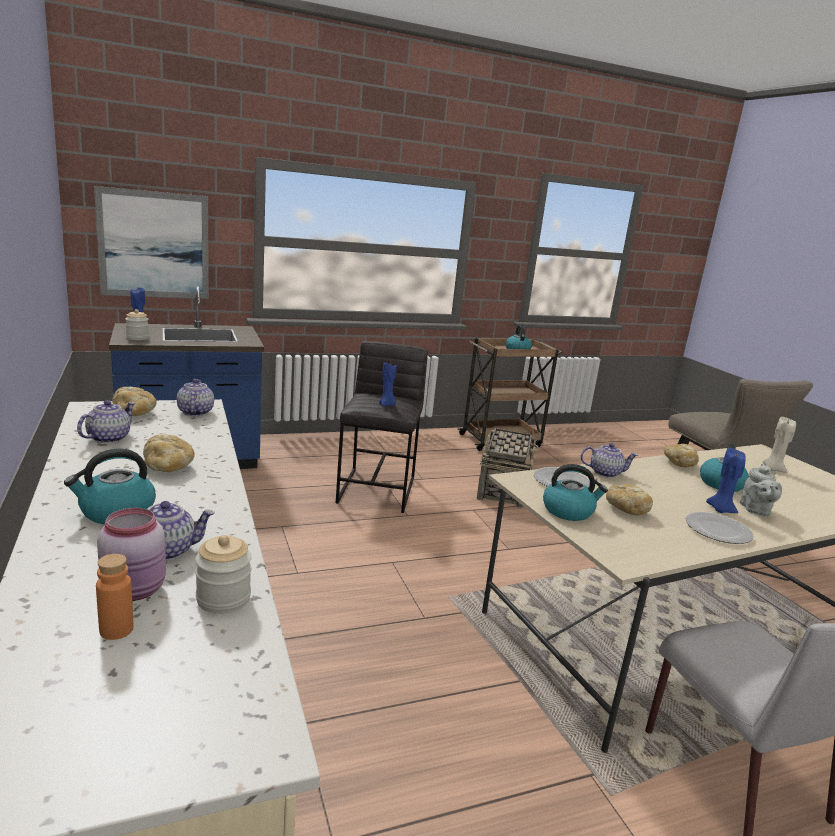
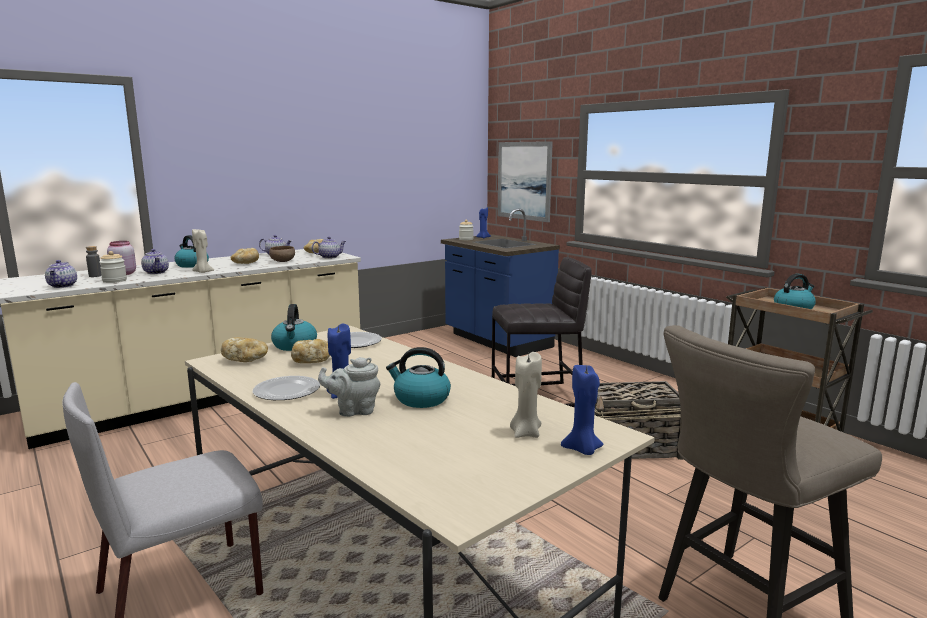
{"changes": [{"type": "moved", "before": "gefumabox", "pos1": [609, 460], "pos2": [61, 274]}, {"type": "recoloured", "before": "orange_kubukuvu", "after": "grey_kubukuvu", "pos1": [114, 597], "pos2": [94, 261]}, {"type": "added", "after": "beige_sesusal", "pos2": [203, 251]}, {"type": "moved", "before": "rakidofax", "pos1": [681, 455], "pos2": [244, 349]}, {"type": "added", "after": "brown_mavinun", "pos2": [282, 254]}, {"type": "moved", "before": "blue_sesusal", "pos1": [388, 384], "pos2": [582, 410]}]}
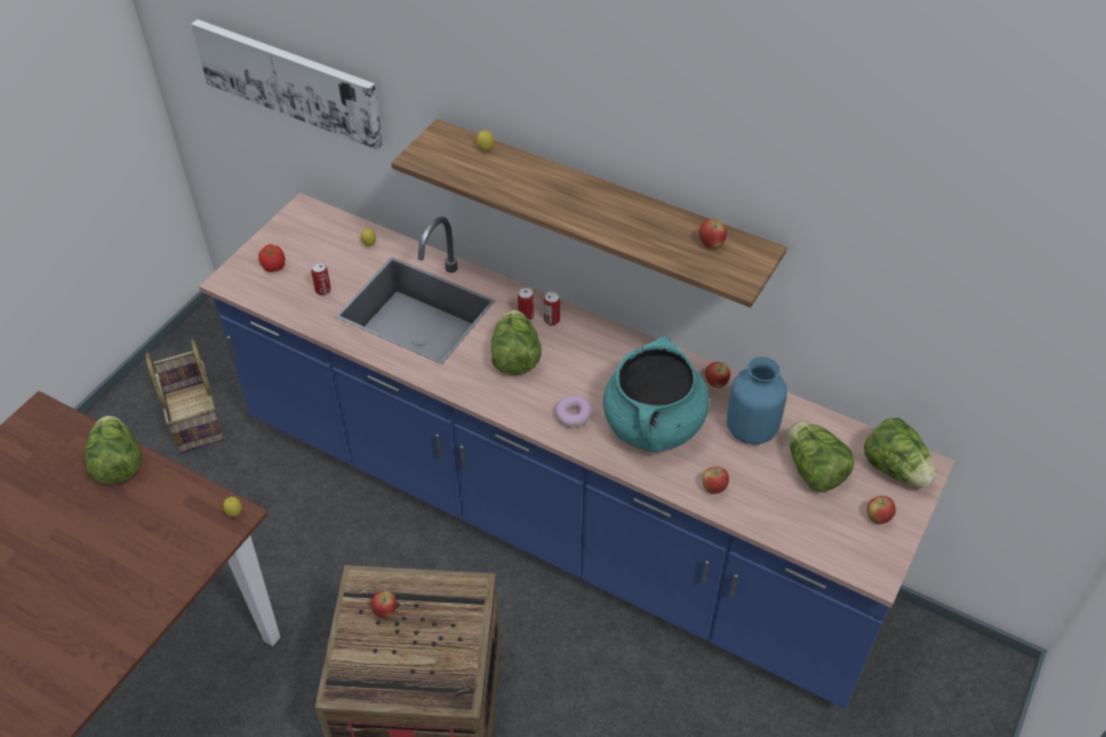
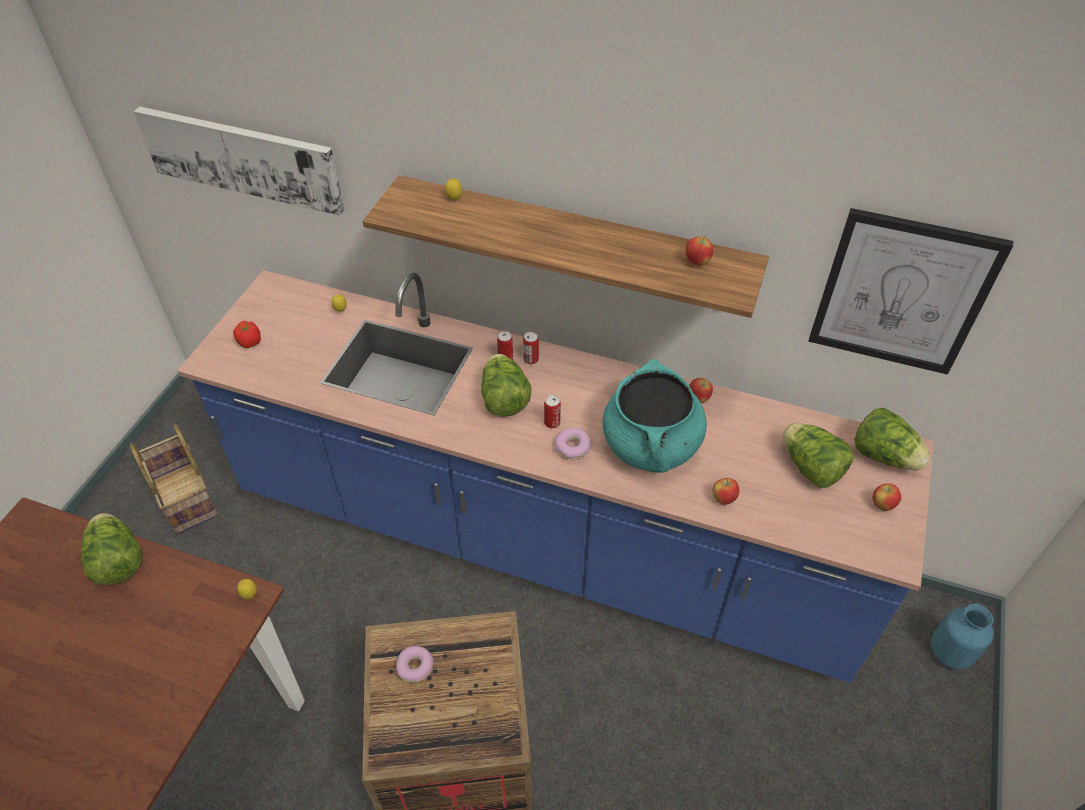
{"changes": [{"type": "replaced", "before": "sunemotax", "after": "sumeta", "pos1": [384, 604], "pos2": [415, 664]}, {"type": "moved", "before": "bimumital", "pos1": [321, 278], "pos2": [552, 411]}, {"type": "added", "after": "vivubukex", "pos2": [910, 291]}, {"type": "moved", "before": "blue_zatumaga", "pos1": [757, 401], "pos2": [962, 636]}]}
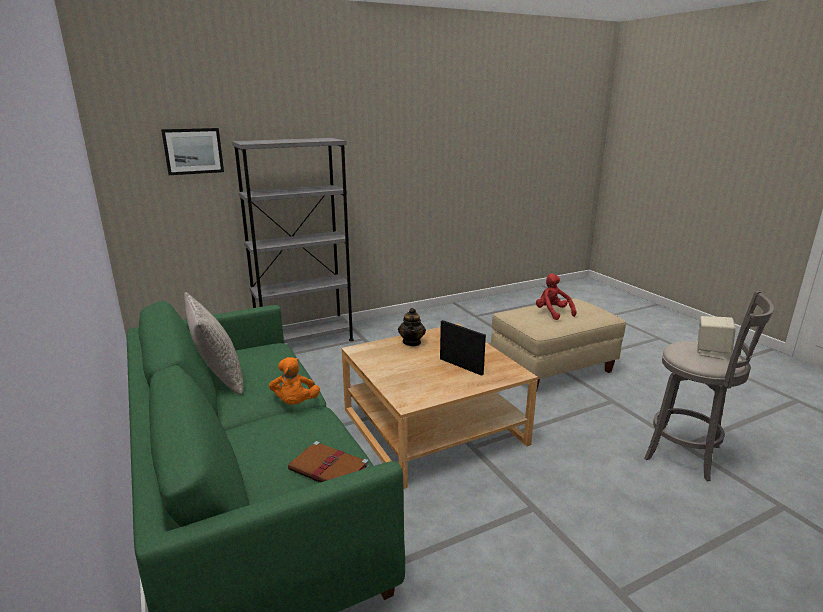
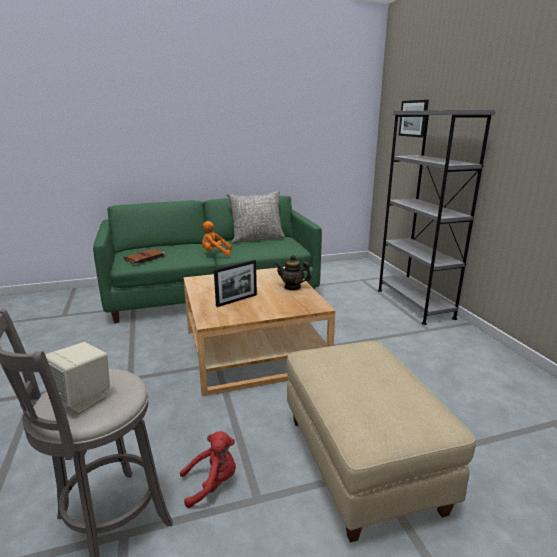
{"changes": [{"type": "moved", "before": "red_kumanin", "pos1": [556, 297], "pos2": [208, 469]}]}
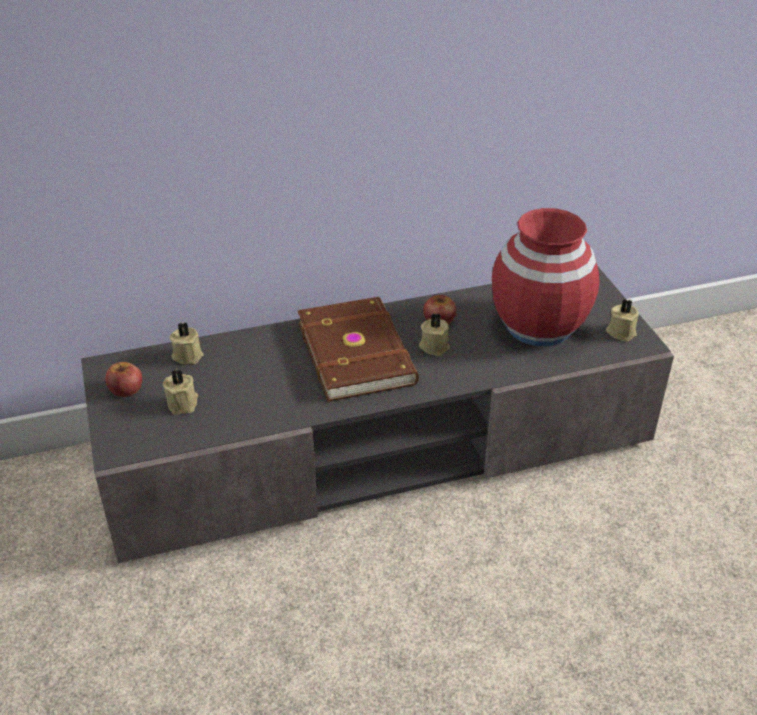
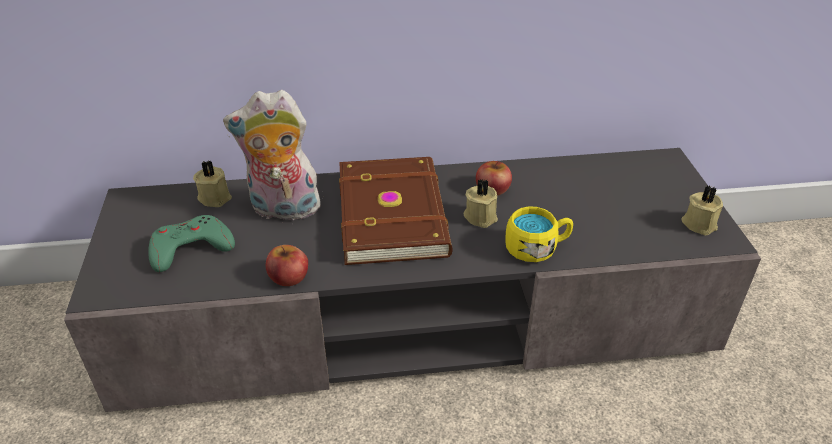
{"changes": [{"type": "replaced", "before": "beige_sesusal", "after": "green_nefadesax", "pos1": [180, 392], "pos2": [191, 243]}, {"type": "added", "after": "kumanin", "pos2": [274, 155]}, {"type": "moved", "before": "sunemotax", "pos1": [123, 379], "pos2": [287, 265]}, {"type": "added", "after": "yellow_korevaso", "pos2": [539, 234]}, {"type": "removed", "before": "red_zatumaga", "pos1": [546, 277]}]}
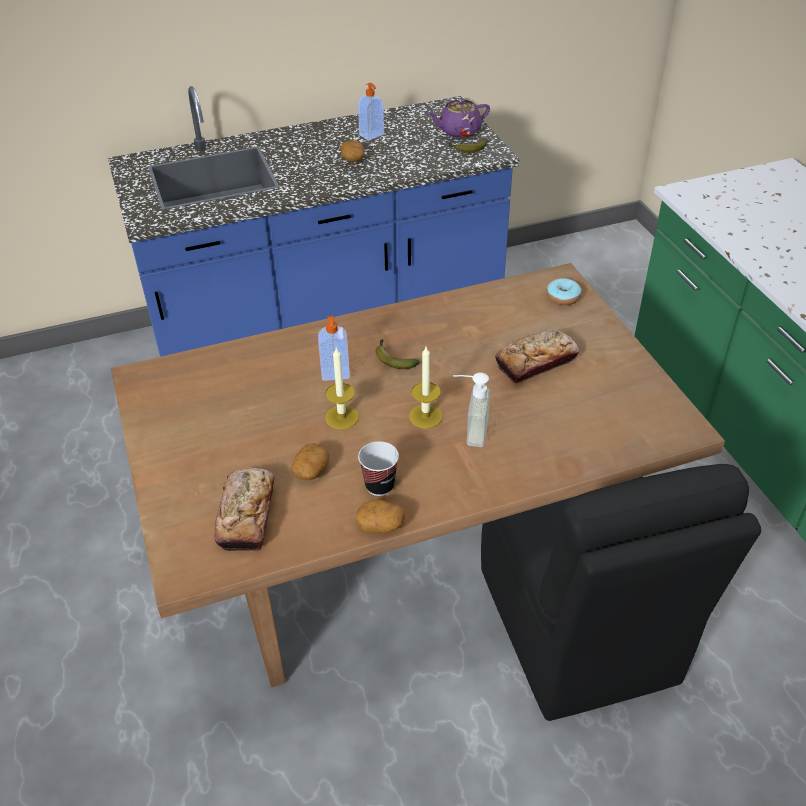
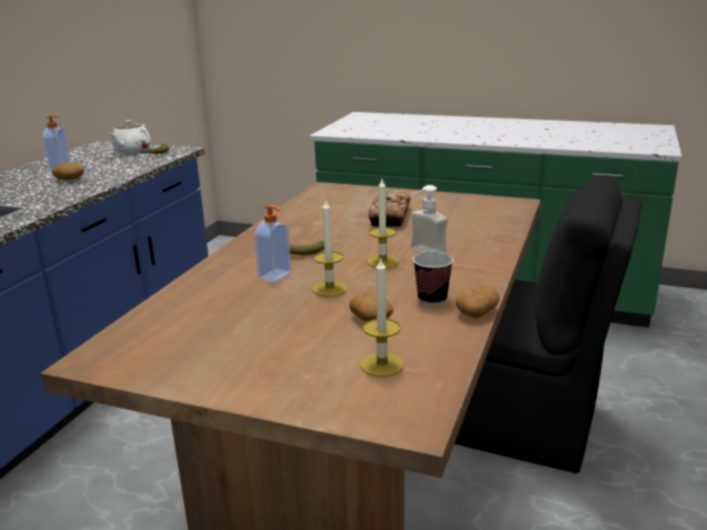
{"changes": [{"type": "recoloured", "before": "purple_gefumabox", "after": "white_gefumabox", "pos1": [458, 118], "pos2": [130, 136]}, {"type": "replaced", "before": "rakidofax", "after": "sesusal", "pos1": [244, 509], "pos2": [382, 316]}, {"type": "removed", "before": "sumeta", "pos1": [564, 291]}]}
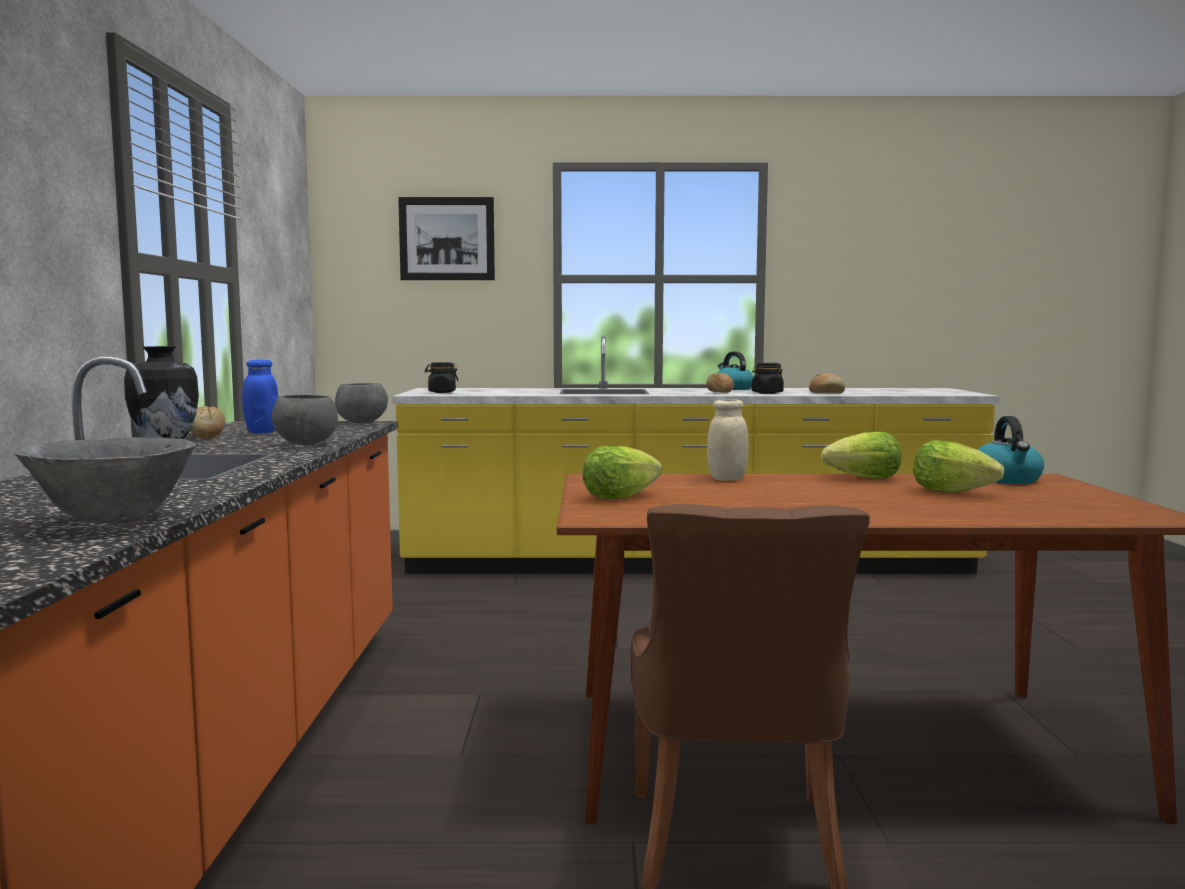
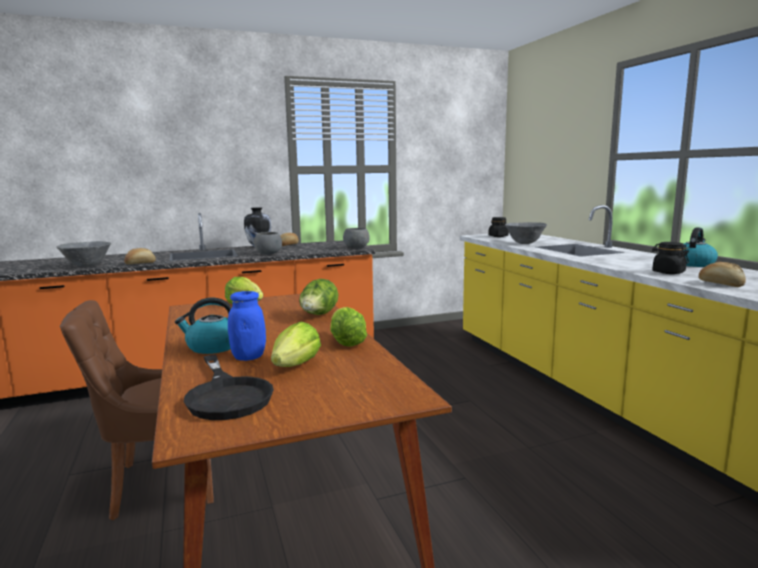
{"changes": [{"type": "moved", "before": "rakidofax", "pos1": [720, 383], "pos2": [140, 256]}, {"type": "moved", "before": "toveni", "pos1": [1010, 450], "pos2": [203, 326]}, {"type": "added", "after": "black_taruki", "pos2": [229, 387]}, {"type": "moved", "before": "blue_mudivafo", "pos1": [260, 396], "pos2": [247, 326]}, {"type": "replaced", "before": "beige_mudivafo", "after": "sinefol", "pos1": [728, 440], "pos2": [318, 297]}, {"type": "added", "after": "grey_mavinun", "pos2": [526, 233]}, {"type": "removed", "before": "vivubukex", "pos1": [446, 238]}]}
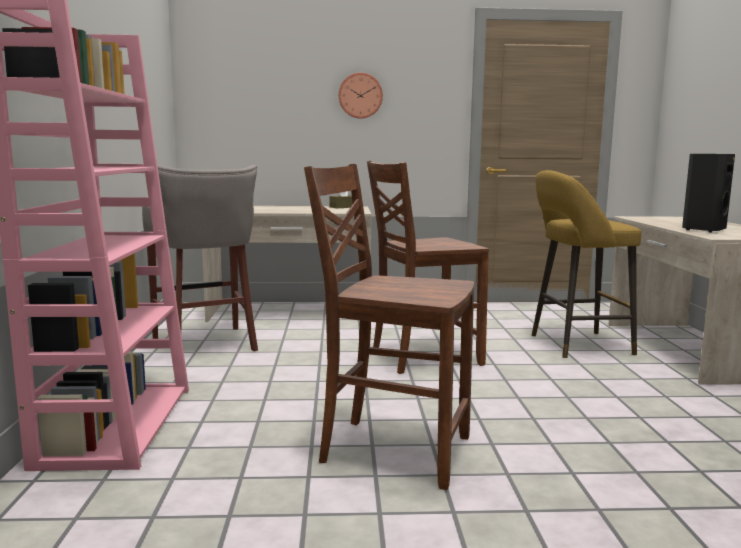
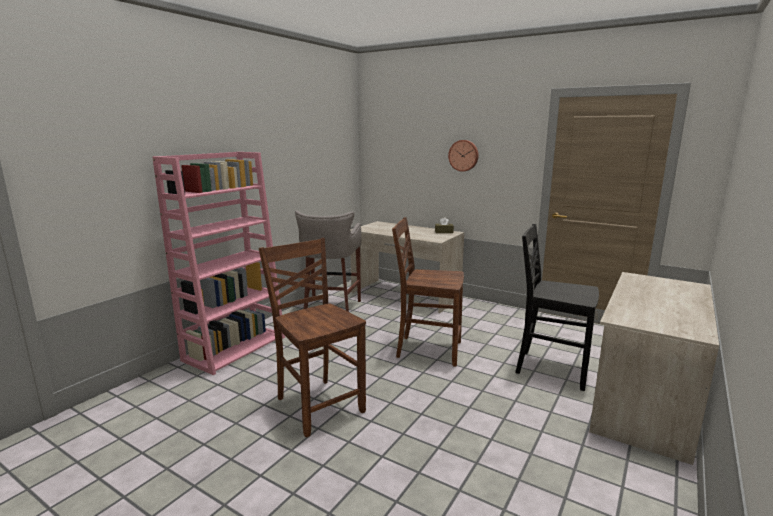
{"changes": [{"type": "replaced", "before": "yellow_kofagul", "after": "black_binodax", "pos1": [586, 264], "pos2": [557, 307]}, {"type": "removed", "before": "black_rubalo", "pos1": [708, 193]}]}
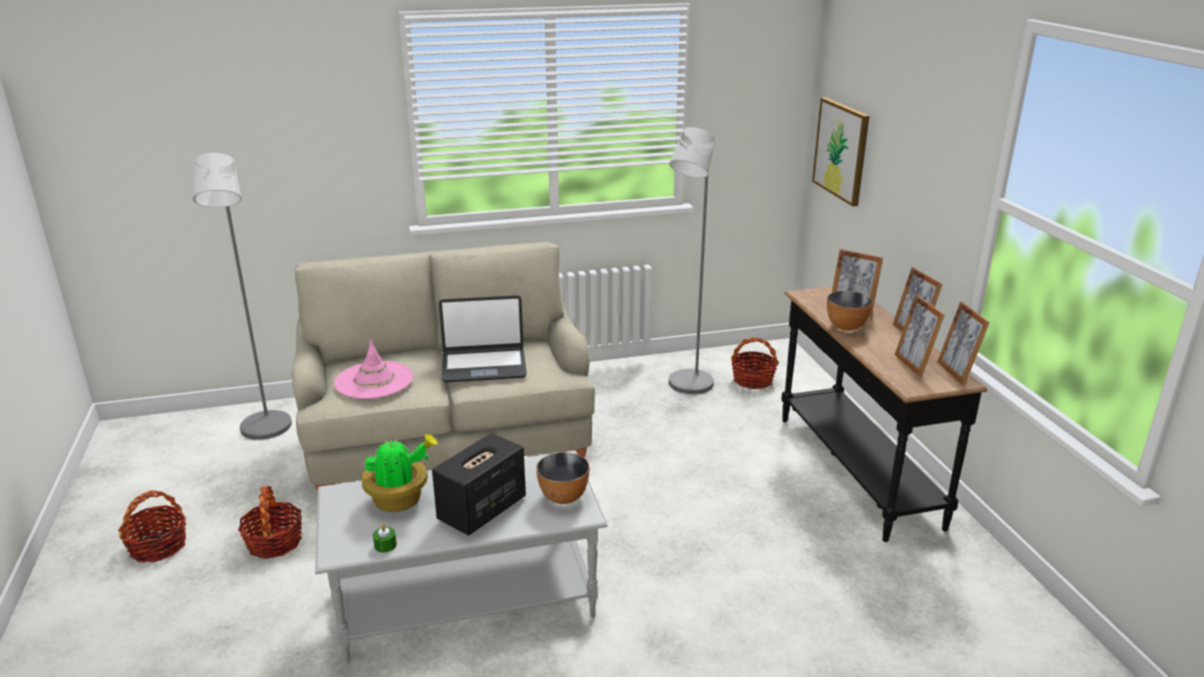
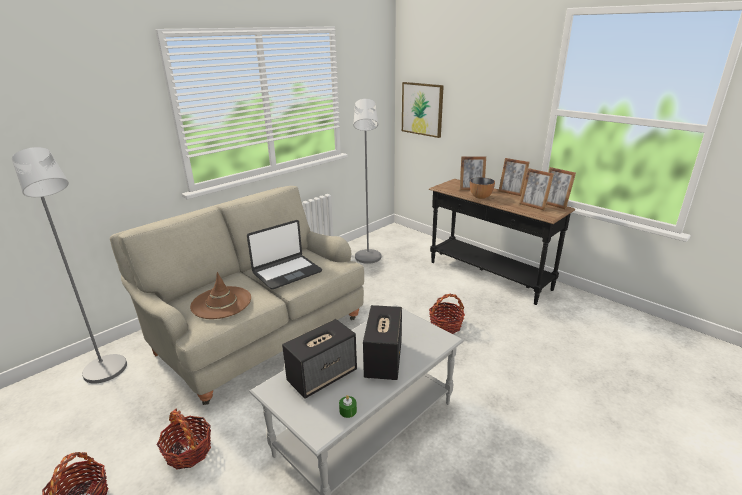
{"changes": [{"type": "recoloured", "before": "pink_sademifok", "after": "brown_sademifok", "pos1": [373, 369], "pos2": [220, 295]}, {"type": "replaced", "before": "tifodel", "after": "rubalo", "pos1": [399, 473], "pos2": [319, 359]}, {"type": "moved", "before": "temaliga", "pos1": [755, 363], "pos2": [447, 314]}, {"type": "removed", "before": "mavinun", "pos1": [562, 478]}]}
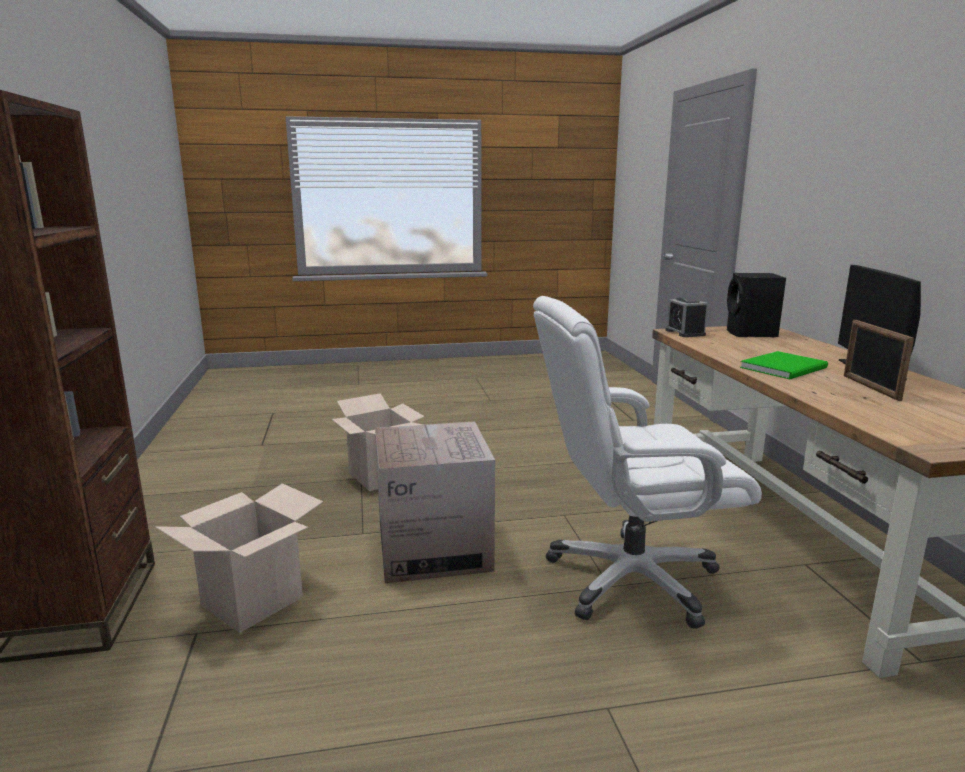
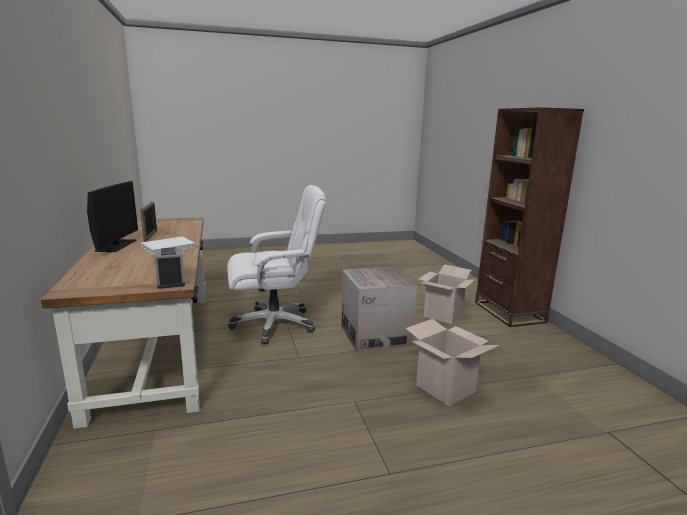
{"changes": [{"type": "recoloured", "before": "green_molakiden", "after": "white_molakiden", "pos1": [784, 365], "pos2": [168, 245]}, {"type": "removed", "before": "black_rubalo", "pos1": [756, 305]}]}
